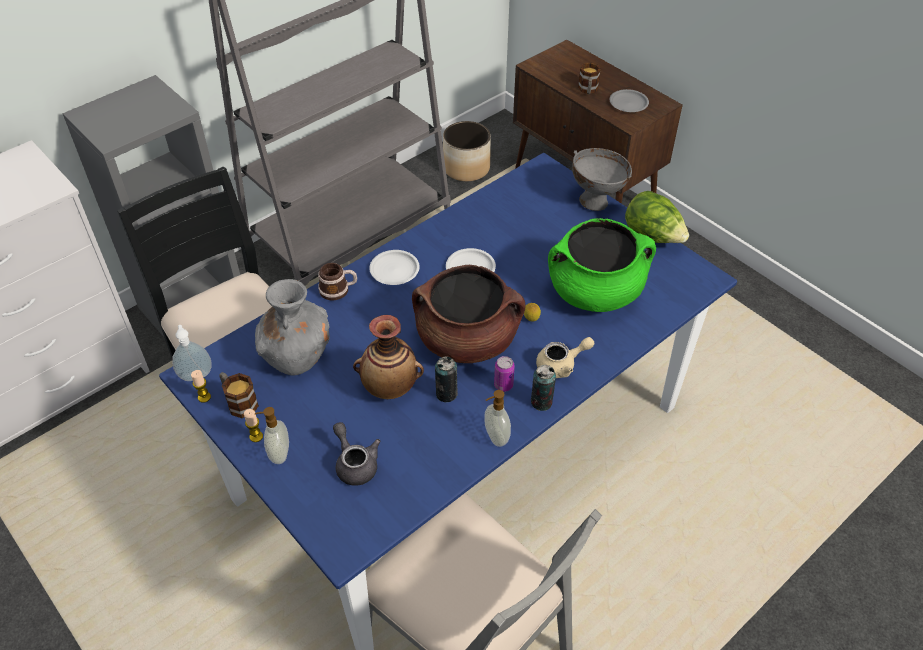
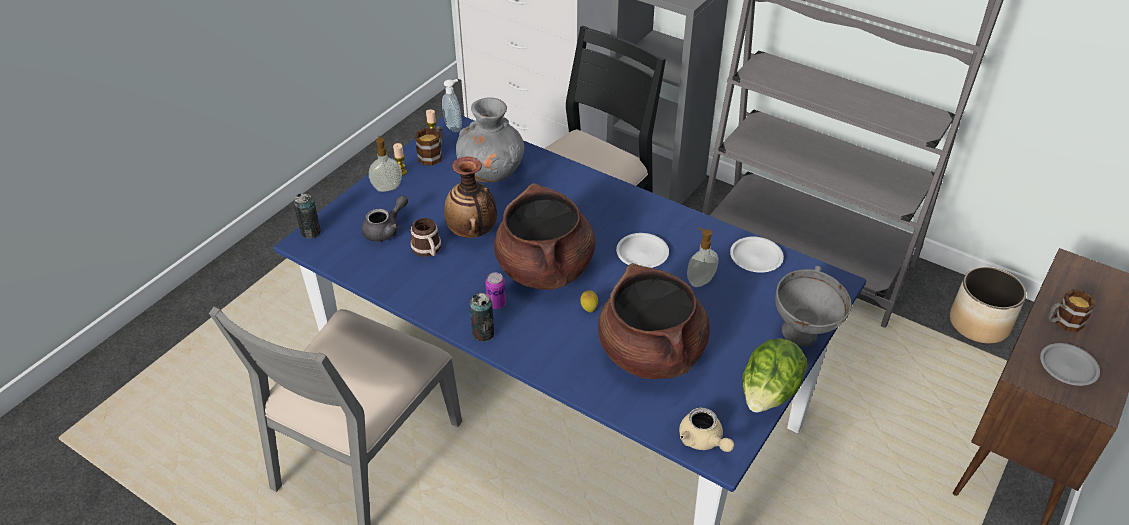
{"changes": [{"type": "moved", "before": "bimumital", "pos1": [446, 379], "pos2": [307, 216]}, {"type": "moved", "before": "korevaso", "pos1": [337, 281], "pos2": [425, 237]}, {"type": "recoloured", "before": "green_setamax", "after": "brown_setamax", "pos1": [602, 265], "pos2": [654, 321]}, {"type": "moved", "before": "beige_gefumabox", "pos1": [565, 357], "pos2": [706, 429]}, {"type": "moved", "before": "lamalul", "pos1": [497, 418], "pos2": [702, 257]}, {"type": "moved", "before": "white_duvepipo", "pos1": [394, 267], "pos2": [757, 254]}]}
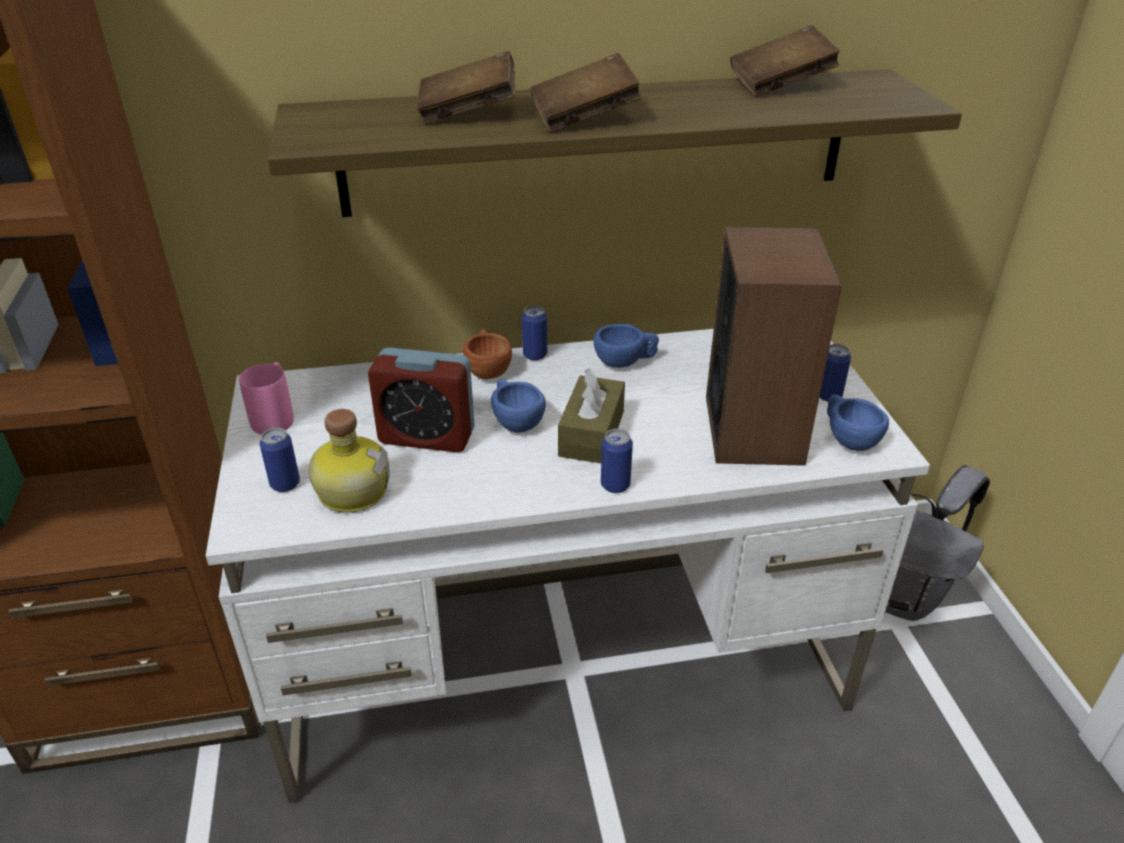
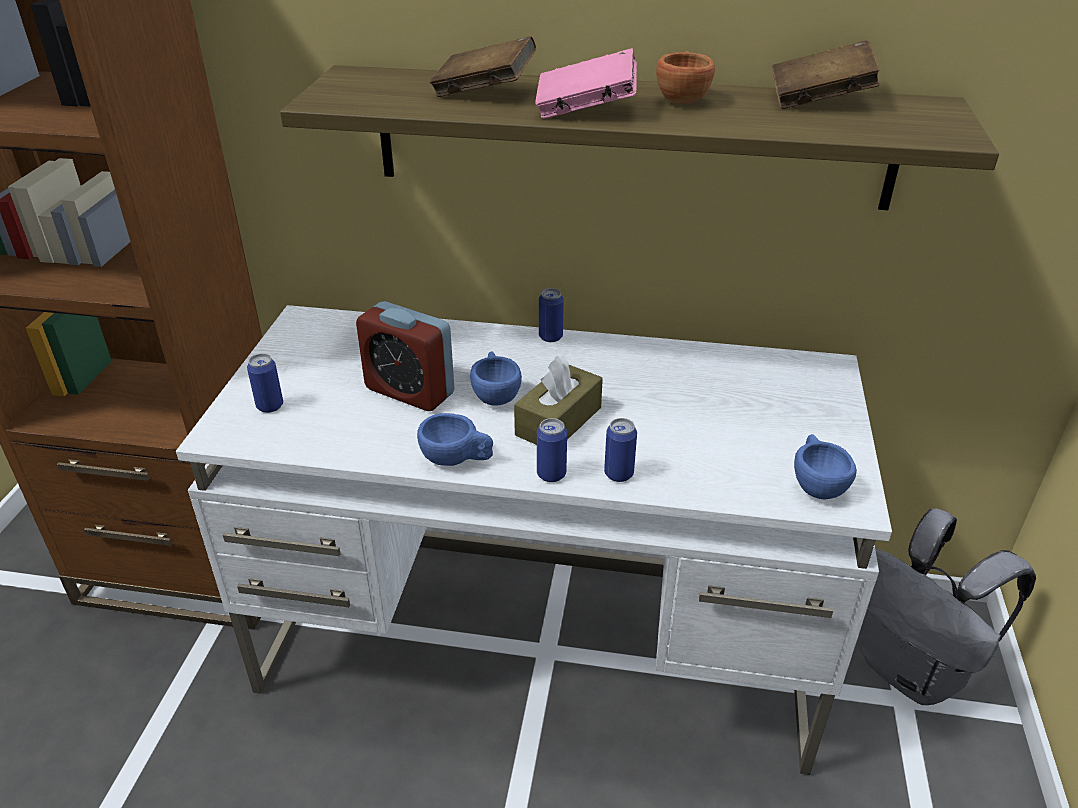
{"changes": [{"type": "moved", "before": "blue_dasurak", "pos1": [626, 346], "pos2": [455, 439]}, {"type": "recoloured", "before": "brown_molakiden", "after": "pink_molakiden", "pos1": [586, 92], "pos2": [586, 83]}, {"type": "moved", "before": "bimumital", "pos1": [835, 373], "pos2": [620, 450]}, {"type": "moved", "before": "brown_dasurak", "pos1": [487, 354], "pos2": [685, 77]}, {"type": "removed", "before": "pink_korevaso", "pos1": [266, 398]}, {"type": "removed", "before": "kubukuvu", "pos1": [349, 461]}, {"type": "removed", "before": "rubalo", "pos1": [774, 346]}]}
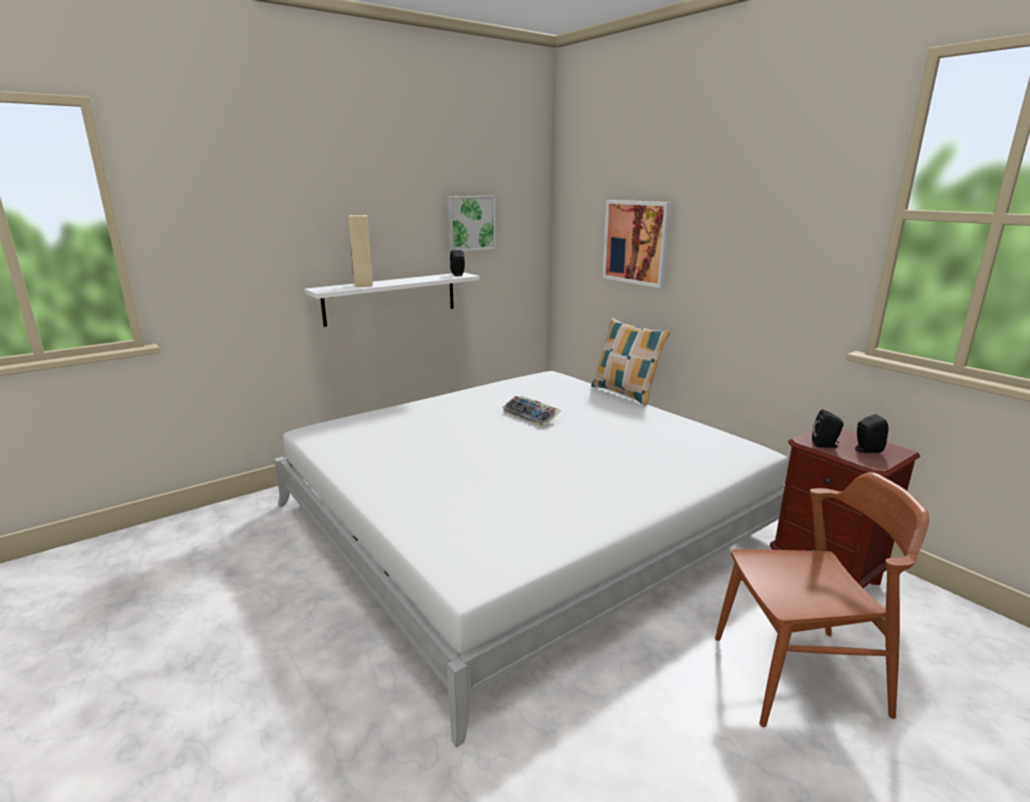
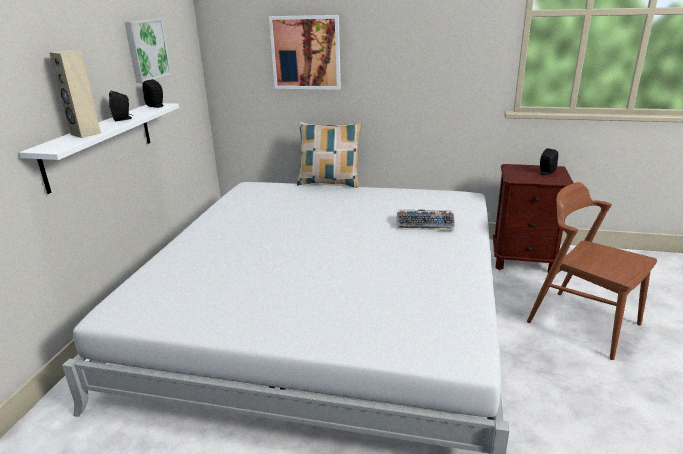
{"changes": [{"type": "moved", "before": "black_rubalo", "pos1": [827, 428], "pos2": [121, 106]}, {"type": "moved", "before": "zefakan", "pos1": [532, 411], "pos2": [426, 220]}, {"type": "turned", "before": "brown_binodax", "pos1": [822, 599], "pos2": [592, 271], "turn": -90}]}
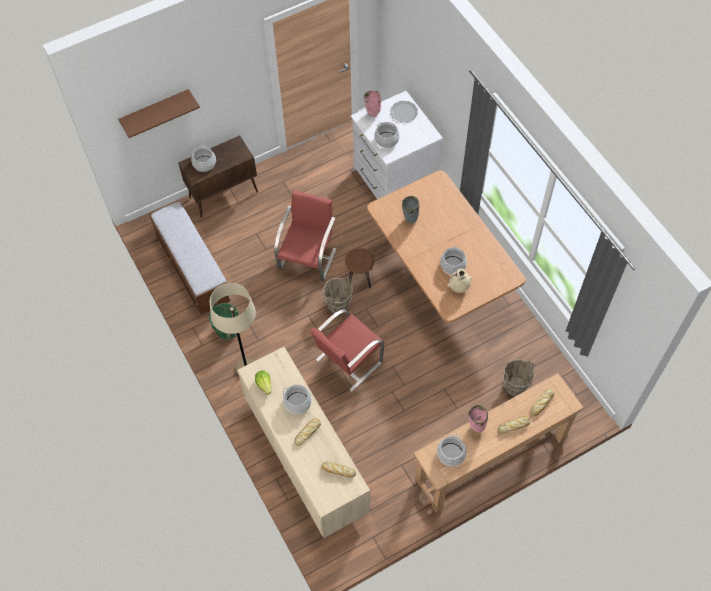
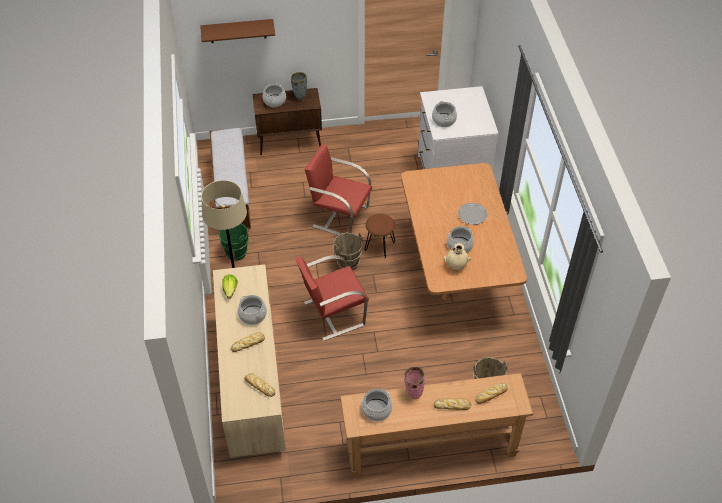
{"changes": [{"type": "moved", "before": "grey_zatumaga", "pos1": [410, 210], "pos2": [299, 86]}, {"type": "turned", "before": "red_binodax", "pos1": [305, 235], "pos2": [338, 189], "turn": -105}, {"type": "moved", "before": "duvepipo", "pos1": [404, 111], "pos2": [473, 214]}, {"type": "removed", "before": "pink_zatumaga", "pos1": [372, 103]}]}
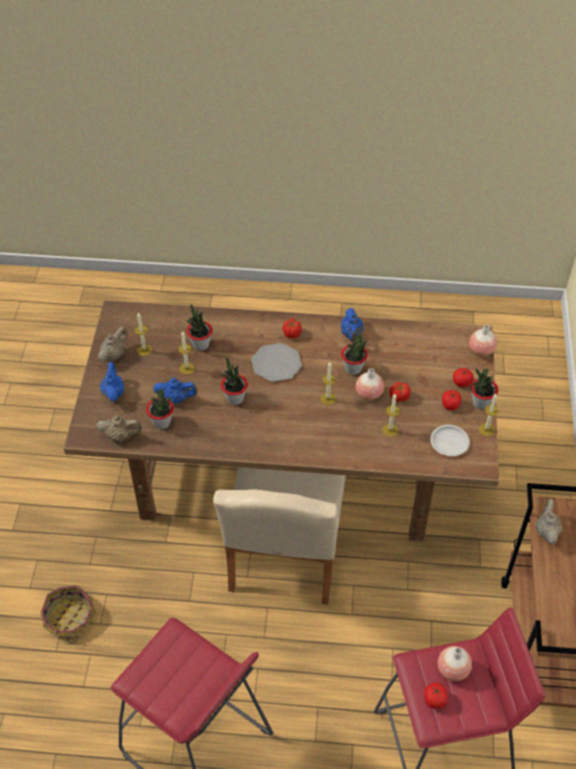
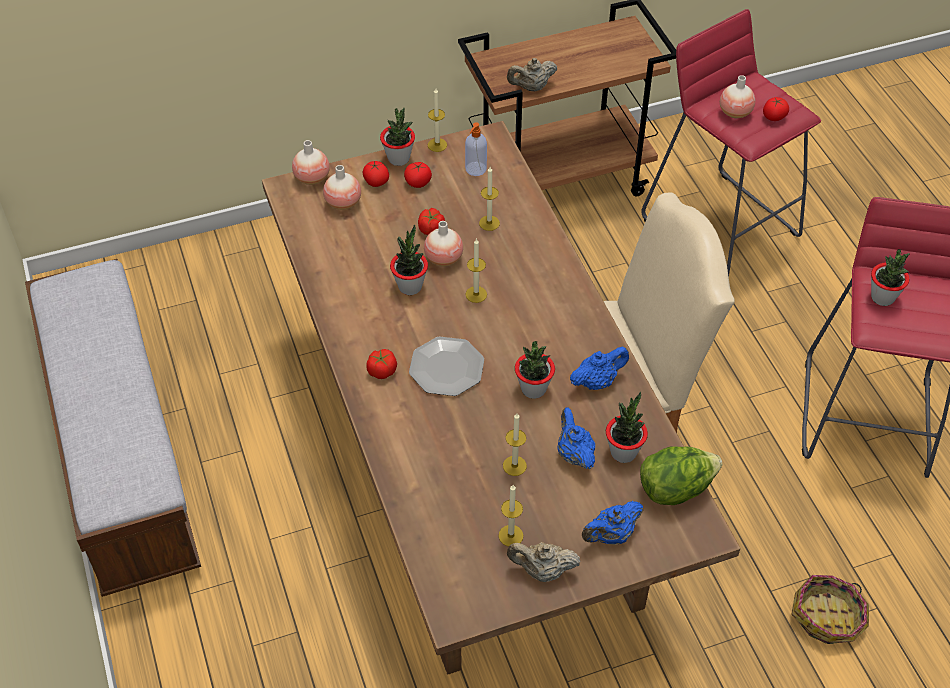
{"changes": [{"type": "added", "after": "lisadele", "pos2": [113, 428]}, {"type": "added", "after": "zatumaga", "pos2": [342, 187]}, {"type": "replaced", "before": "white_duvepipo", "after": "lamalul", "pos1": [450, 440], "pos2": [476, 149]}, {"type": "moved", "before": "blue_gefumabox", "pos1": [352, 325], "pos2": [599, 368]}, {"type": "replaced", "before": "beige_gefumabox", "after": "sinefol", "pos1": [119, 428], "pos2": [681, 475]}, {"type": "moved", "before": "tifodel", "pos1": [199, 327], "pos2": [890, 277]}]}
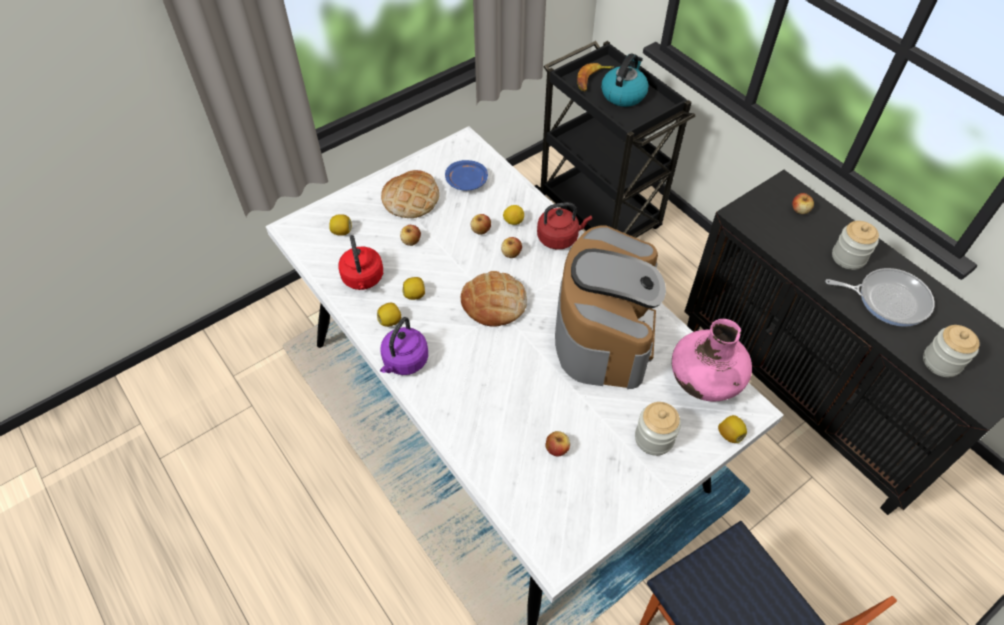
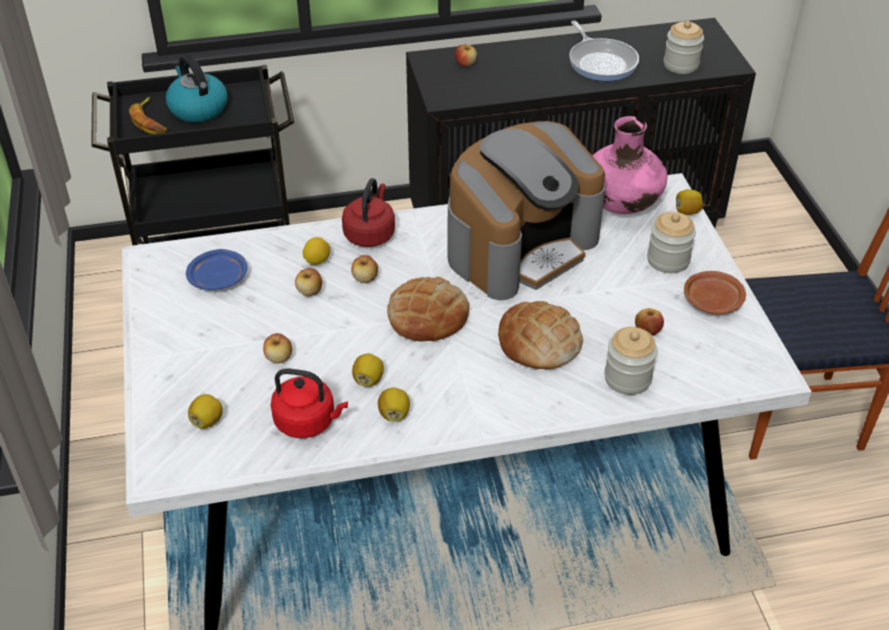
{"changes": [{"type": "turned", "before": "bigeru", "pos1": [610, 307], "pos2": [526, 210], "turn": 105}, {"type": "moved", "before": "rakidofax", "pos1": [410, 194], "pos2": [540, 335]}, {"type": "turned", "before": "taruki", "pos1": [880, 297], "pos2": [604, 51], "turn": 120}, {"type": "moved", "before": "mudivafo", "pos1": [855, 245], "pos2": [630, 361]}, {"type": "added", "after": "brown_duvepipo", "pos2": [715, 293]}, {"type": "removed", "before": "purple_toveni", "pos1": [404, 346]}]}
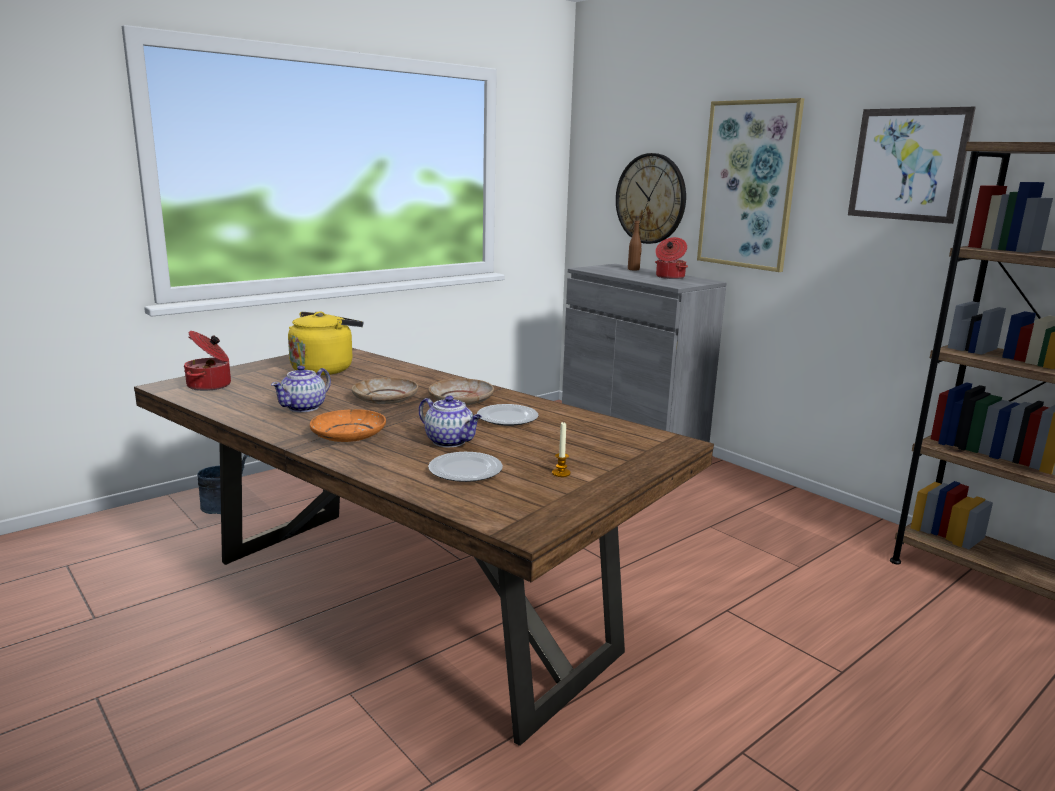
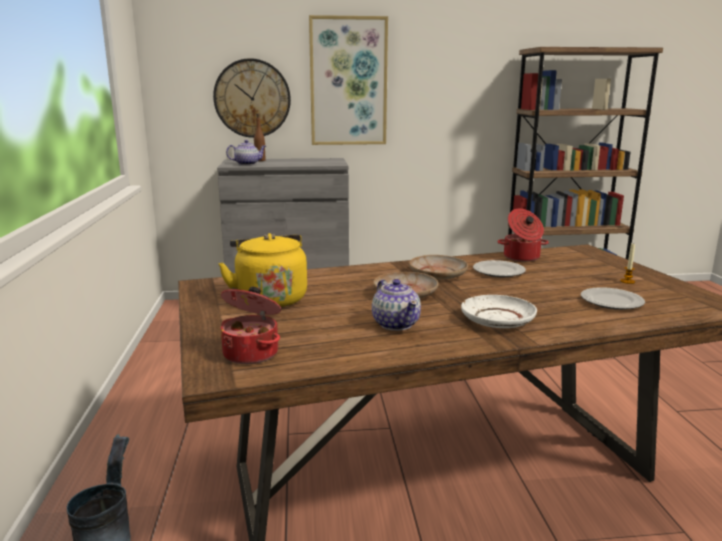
{"changes": [{"type": "moved", "before": "gefumabox", "pos1": [450, 421], "pos2": [246, 152]}, {"type": "recoloured", "before": "orange_duvepipo", "after": "white_duvepipo", "pos1": [348, 425], "pos2": [499, 311]}, {"type": "moved", "before": "setamax", "pos1": [671, 258], "pos2": [523, 235]}, {"type": "removed", "before": "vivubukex", "pos1": [912, 165]}]}
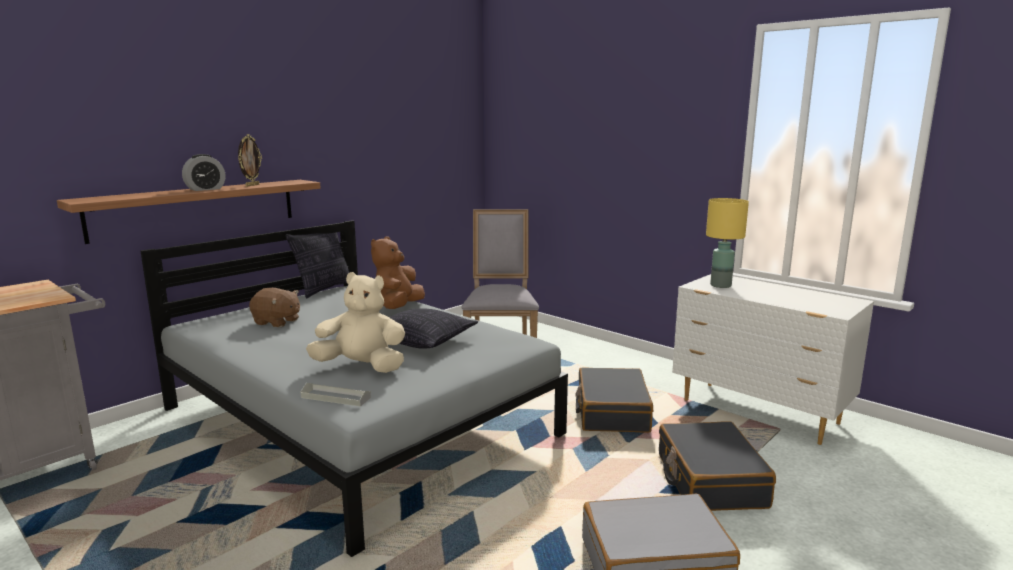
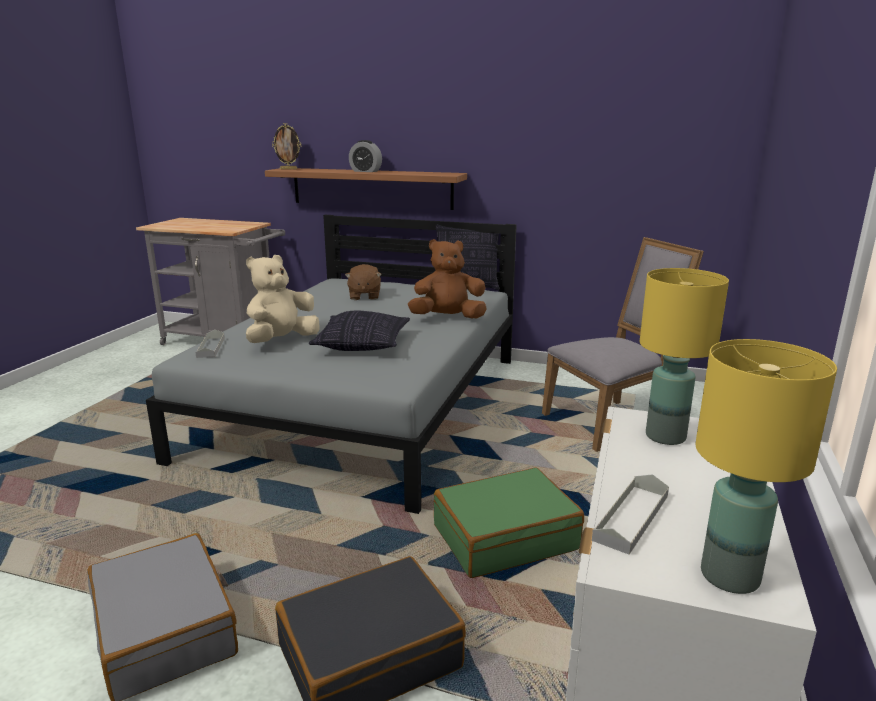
{"changes": [{"type": "turned", "before": "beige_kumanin", "pos1": [355, 322], "pos2": [282, 299], "turn": -120}, {"type": "moved", "before": "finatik", "pos1": [250, 160], "pos2": [286, 146]}, {"type": "recoloured", "before": "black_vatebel", "after": "green_vatebel", "pos1": [614, 400], "pos2": [509, 522]}, {"type": "added", "after": "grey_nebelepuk", "pos2": [630, 514]}, {"type": "added", "after": "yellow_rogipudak", "pos2": [766, 466]}]}
